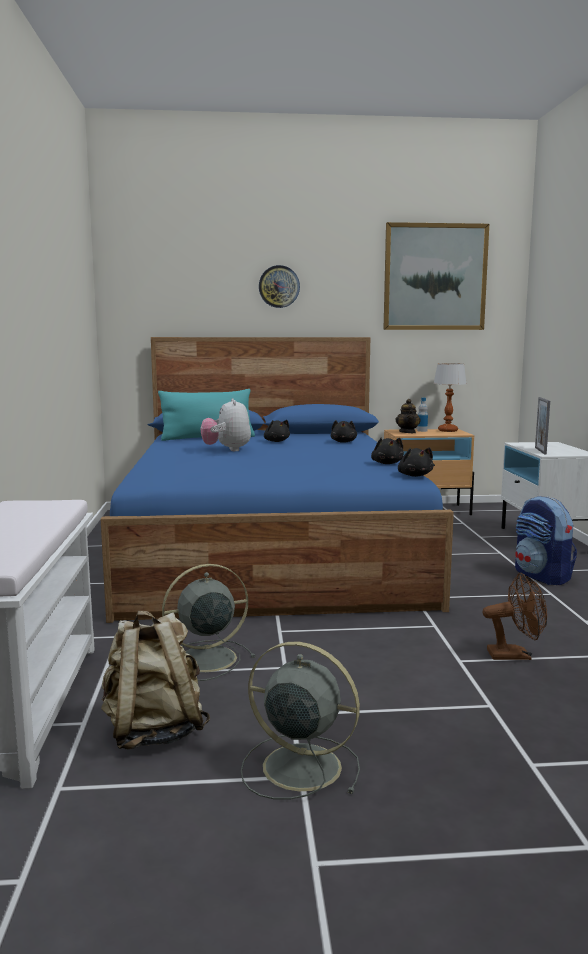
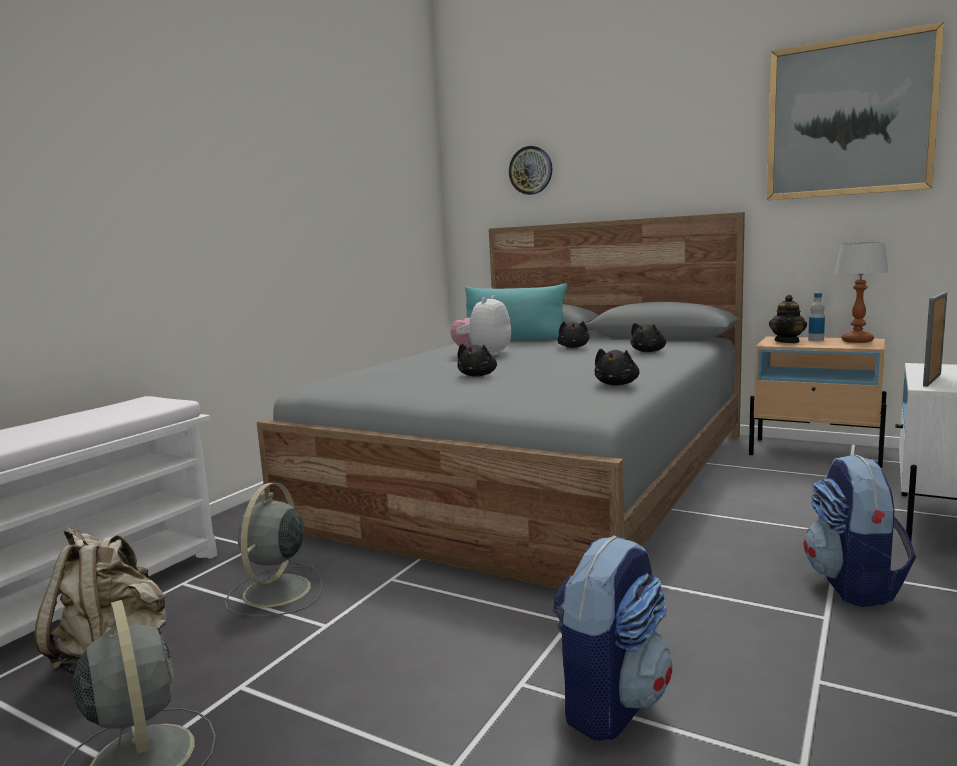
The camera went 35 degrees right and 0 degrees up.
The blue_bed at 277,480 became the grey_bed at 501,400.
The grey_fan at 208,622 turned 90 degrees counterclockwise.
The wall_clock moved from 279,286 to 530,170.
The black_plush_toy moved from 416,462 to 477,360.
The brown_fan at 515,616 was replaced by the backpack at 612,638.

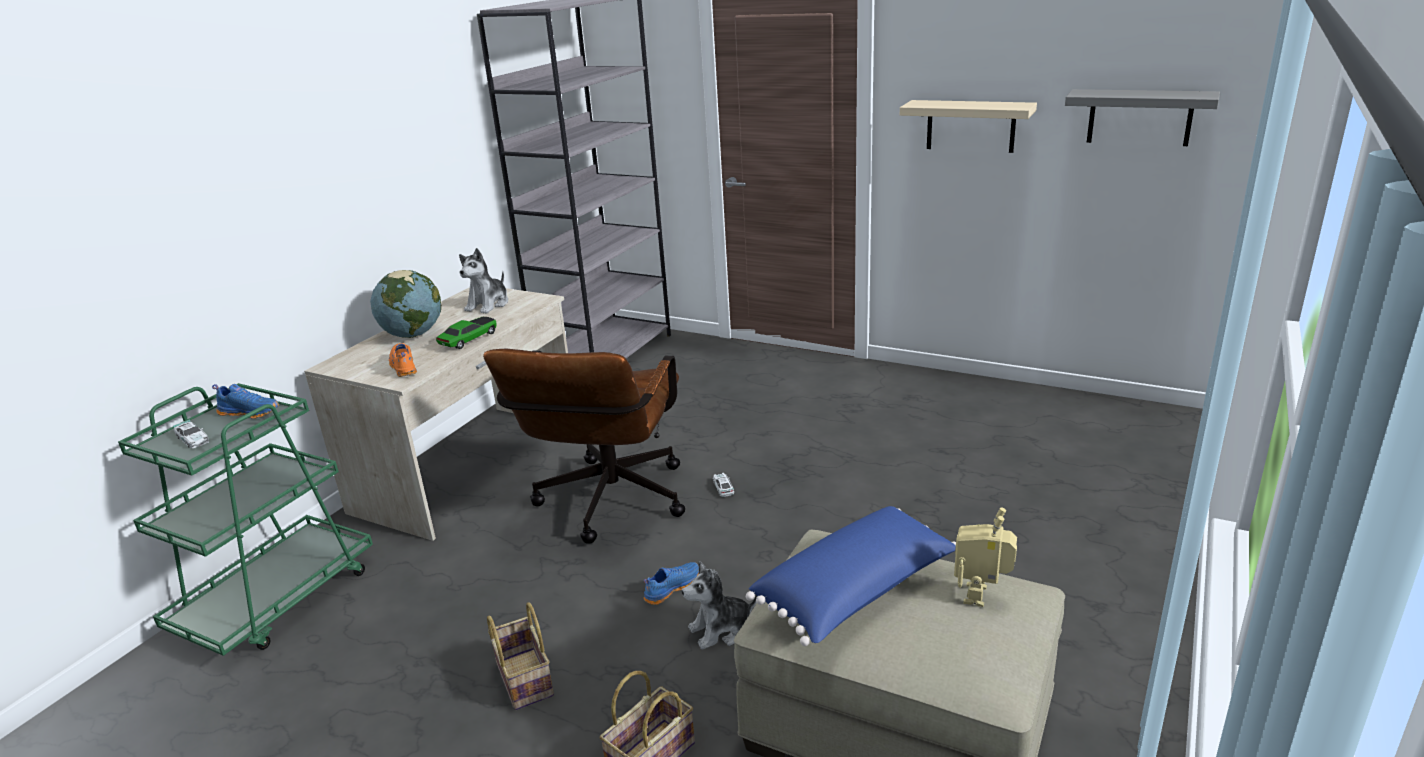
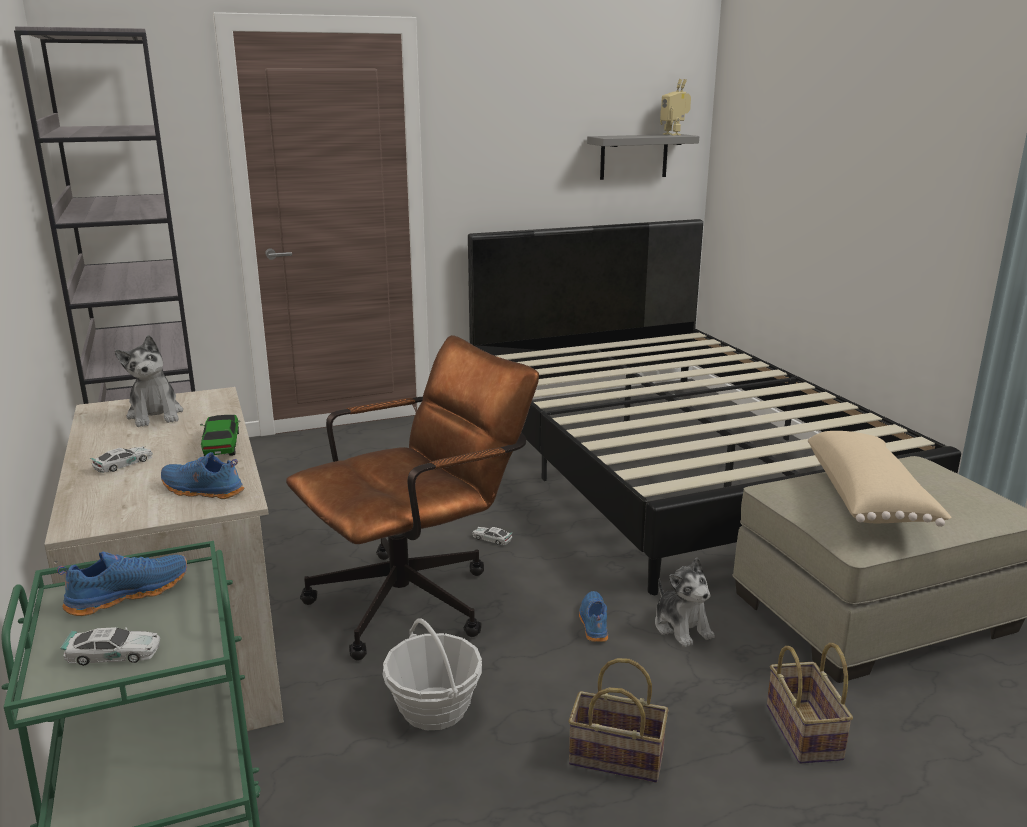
The camera went 50 degrees left and 5 degrees down.
The globe at 405,304 was replaced by the toy_car at 121,459.
The orange_shoe at 403,360 became the blue_shoe at 202,475.
The brown_office_chair at 584,446 turned 90 degrees counterclockwise.
The plush_toy at 720,605 turned 45 degrees counterclockwise.
The blue_pillow at 851,576 became the beige_pillow at 879,479.
The beige_shelf at 968,126 disappeared.
The toy_robot moved from 985,557 to 675,107.
The basket at 432,674 appeared.
The black_bed at 714,407 appeared.

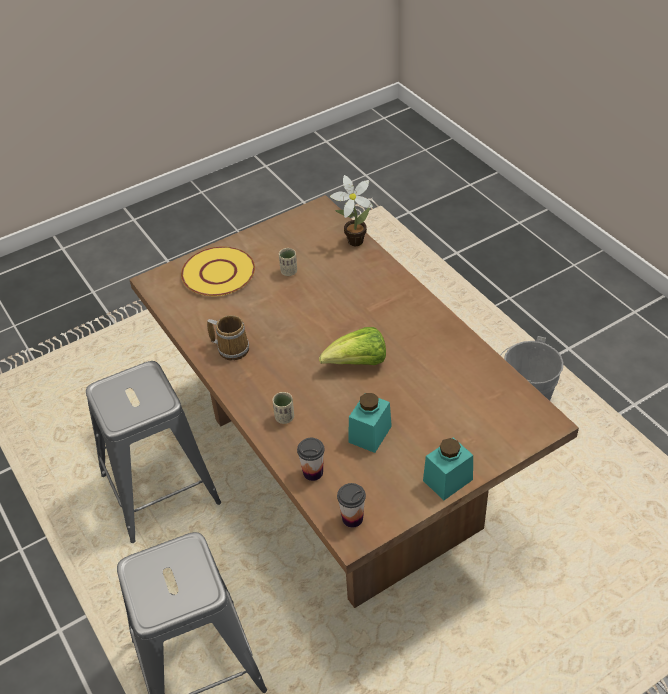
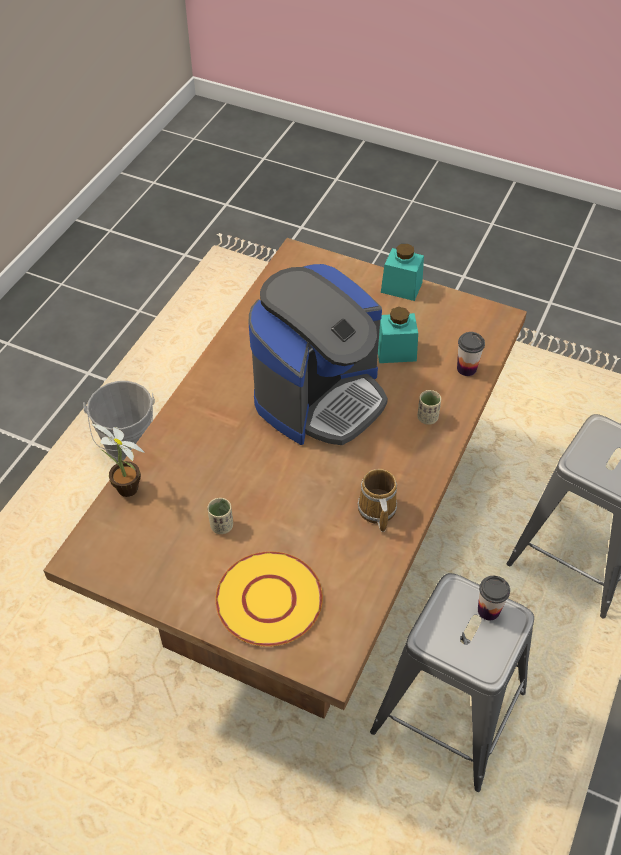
The camera went 125 degrees left and 5 degrees up.
The lettuce at 352,346 was replaced by the coffee_machine at 318,354.
The cup moved from 351,505 to 494,598.

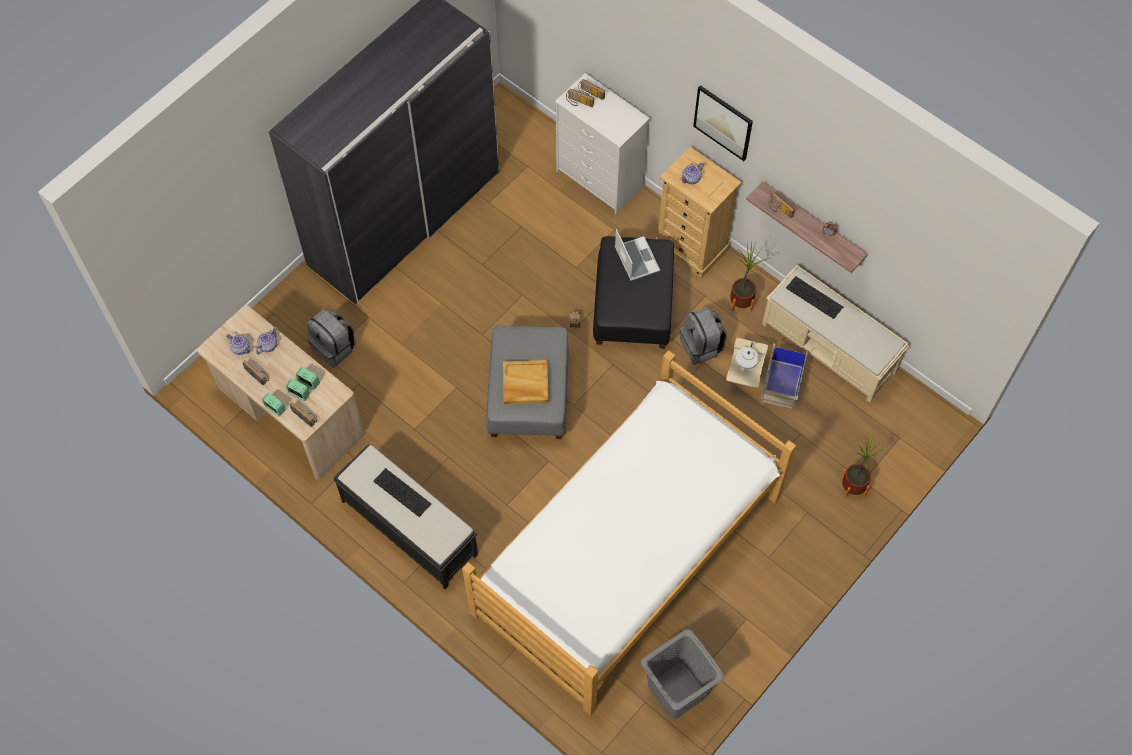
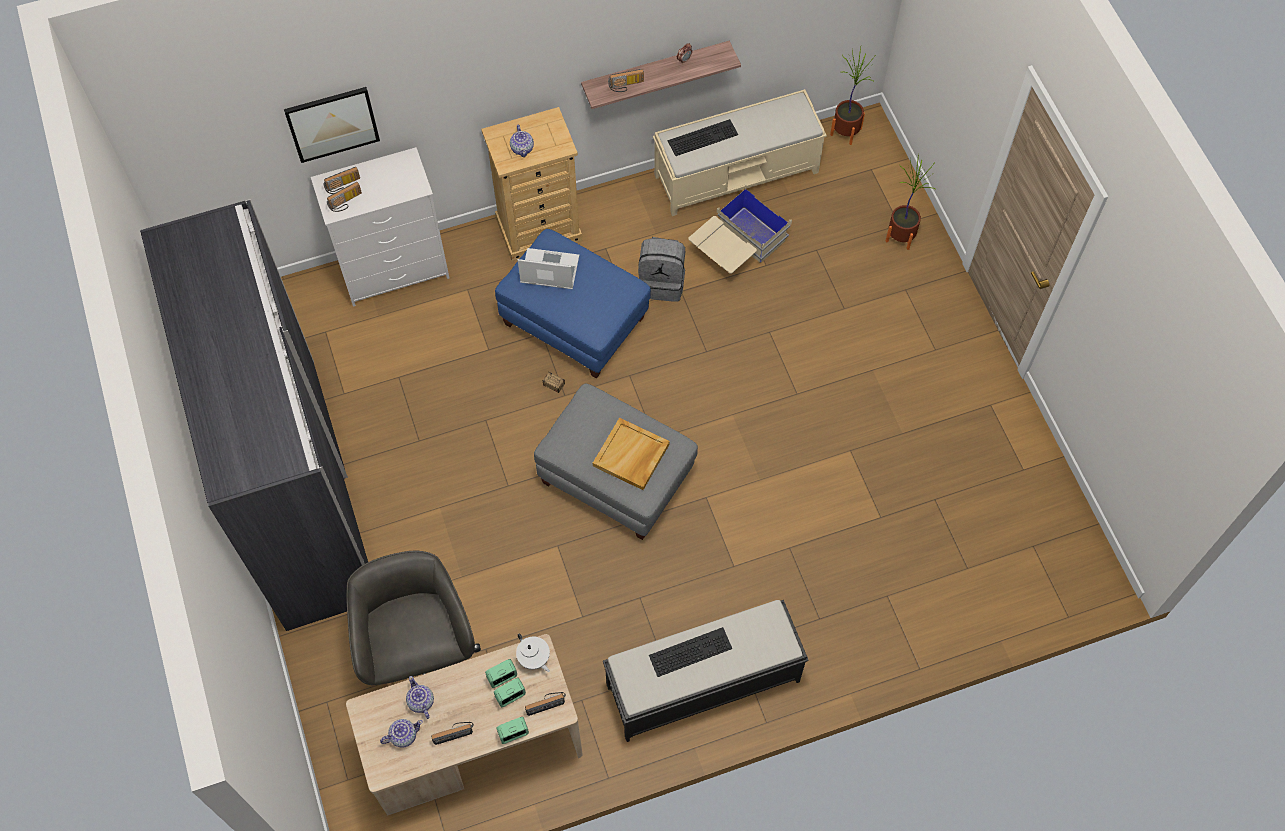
The camera went 60 degrees left and 0 degrees up.
The grey_backpack at 331,338 was replaced by the grey_office_chair at 413,618.
The bed at 629,533 disappeared.
The black_ottoman at 633,292 became the blue_ottoman at 573,304.
The grey_laundry_basket at 682,674 disappeared.
The picture moved from 723,123 to 332,125.
The potted_plant moved from 749,277 to 852,96.
The white_teapot moved from 747,357 to 533,653.

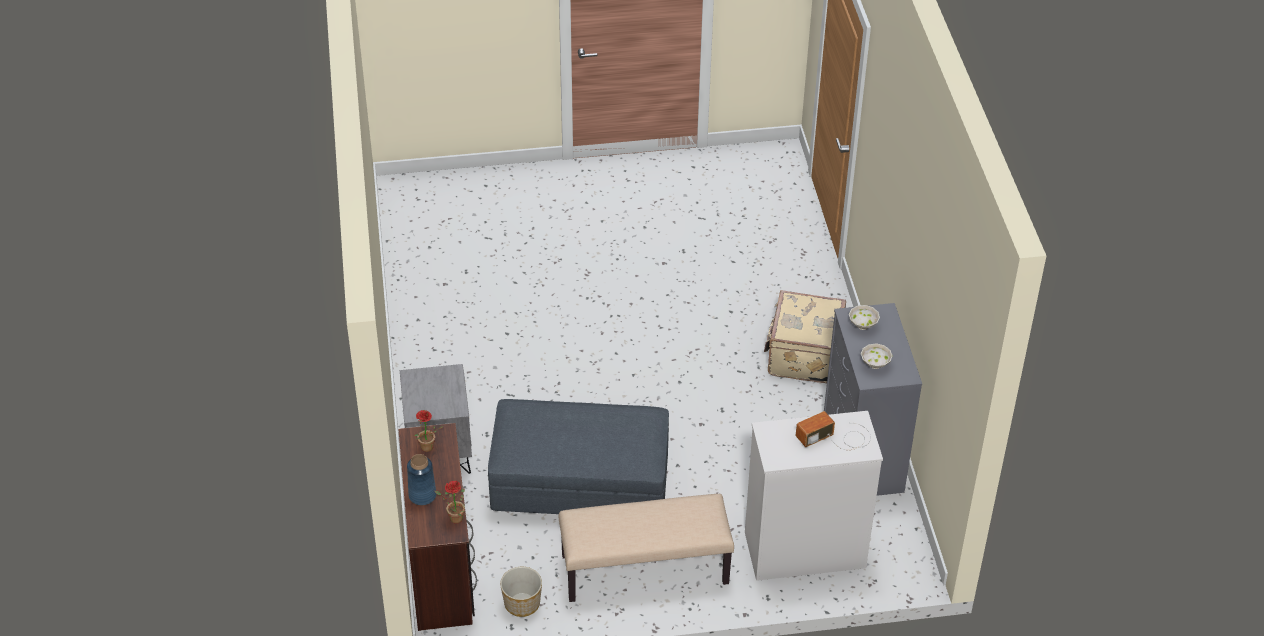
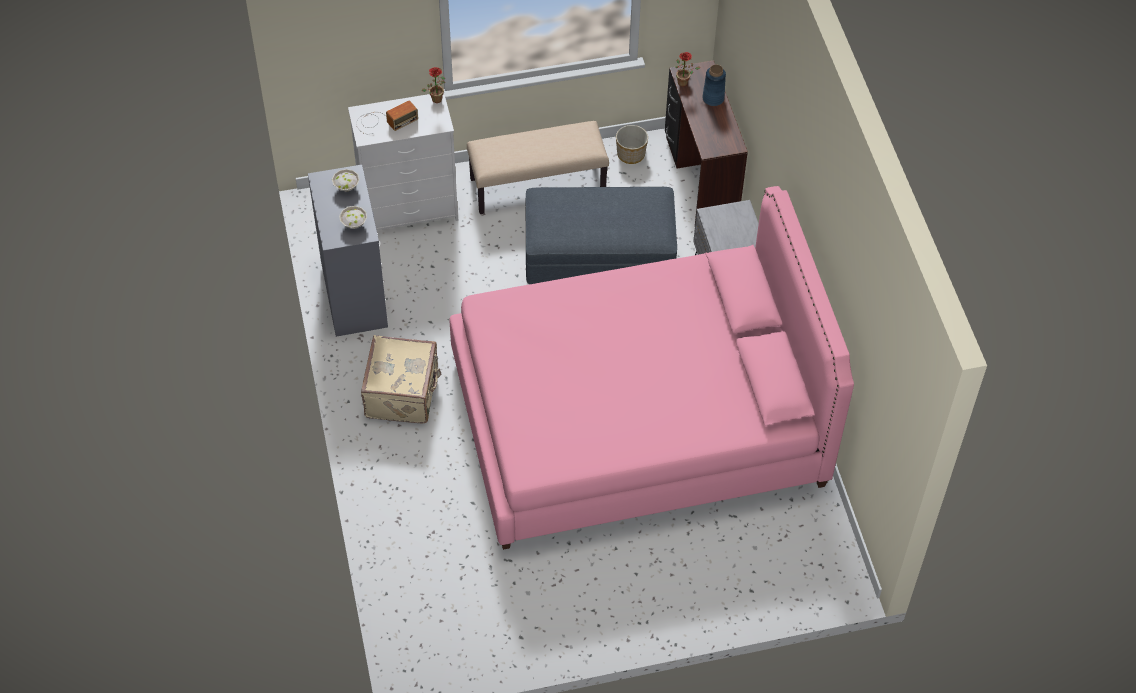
The camera went 175 degrees right and 10 degrees up.
The potted_plant moved from 428,431 to 433,85.
The pink_bed at 651,368 appeared.

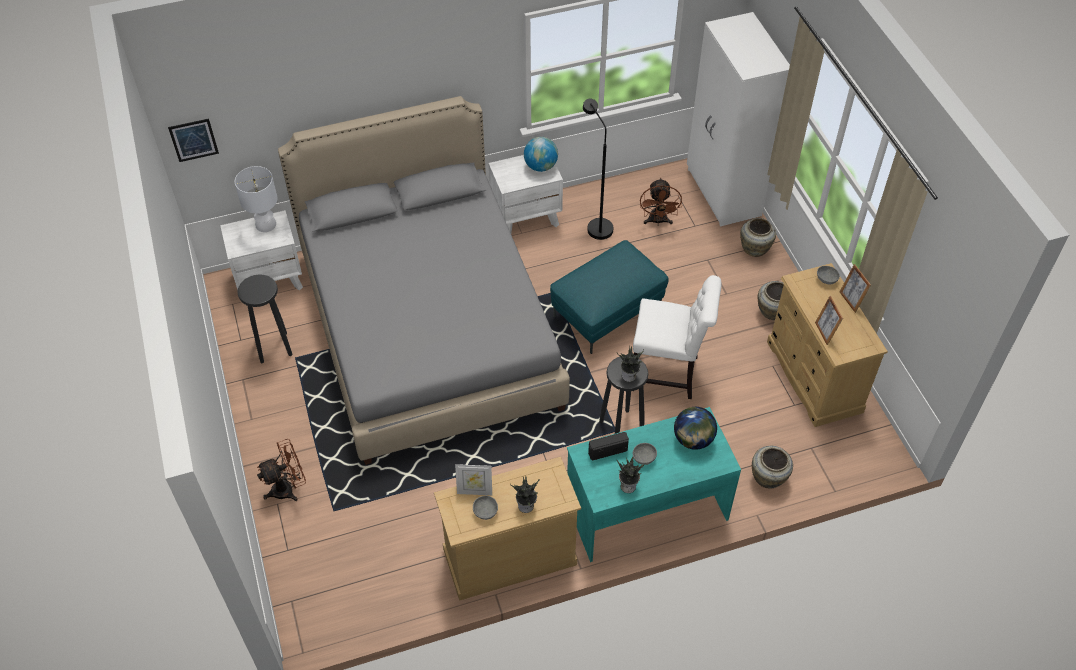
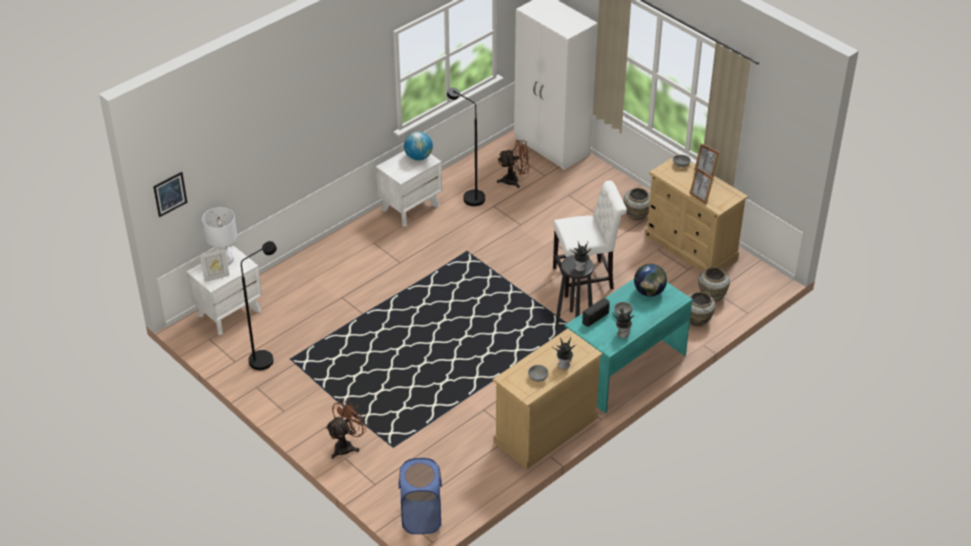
The camera went 25 degrees left and 10 degrees down.
The black_stool at 265,318 was replaced by the black_floor_lamp at 259,305.
The grey_bed at 424,280 disappeared.
The picture_frame moved from 473,479 to 215,265.
The turquoise_ottoman at 609,297 disappeared.
The brown_fan at 661,202 turned 75 degrees counterclockwise.
The beige_vase moved from 758,237 to 714,284.
The blue_laundry_basket at 420,496 appeared.

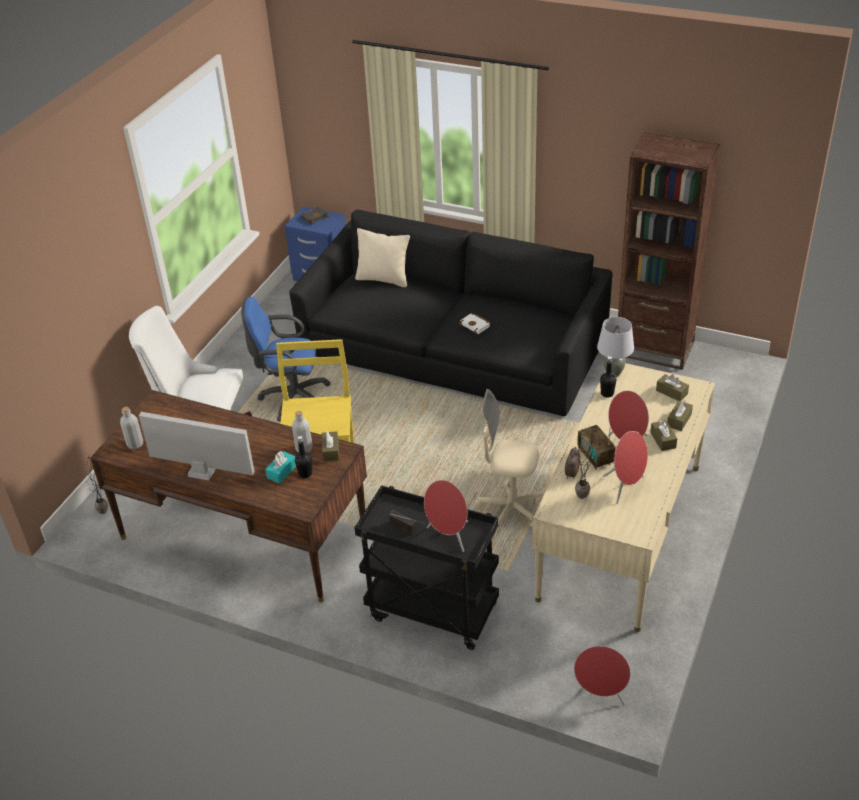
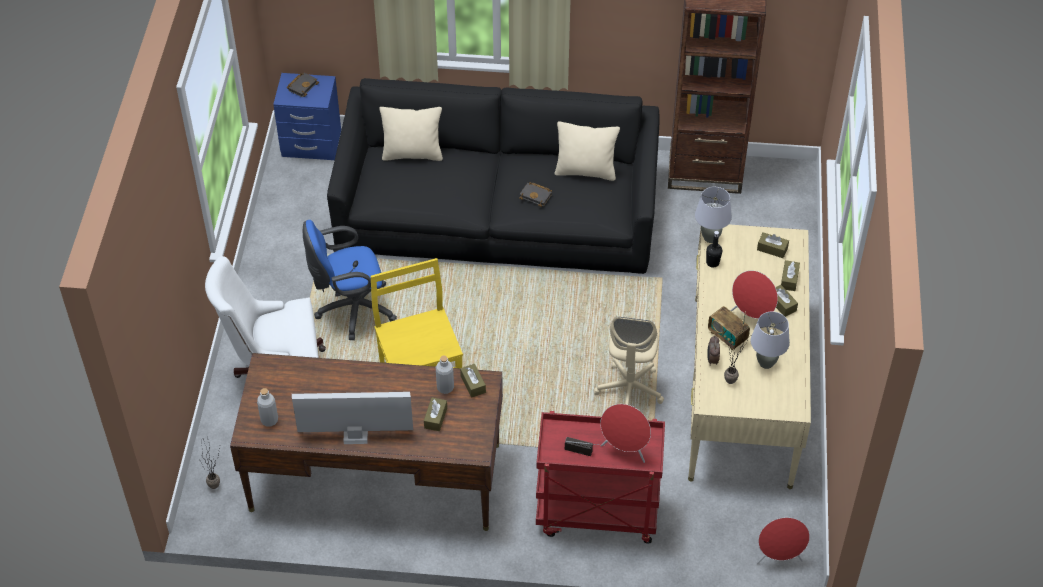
The camera went 20 degrees left and 10 degrees up.
The turquoise_tissue_box at 280,467 became the brown_tissue_box at 435,414.
The black_bottle at 303,457 disappeared.
The black_cart at 426,567 became the red_cart at 600,477.
The white_book at 475,323 became the black_book at 535,194.
The beige_office_chair at 509,461 turned 75 degrees counterclockwise.
The red_speaker at 625,467 was replaced by the grey_table_lamp at 770,340.
The beige_pillow at 587,151 appeared.

